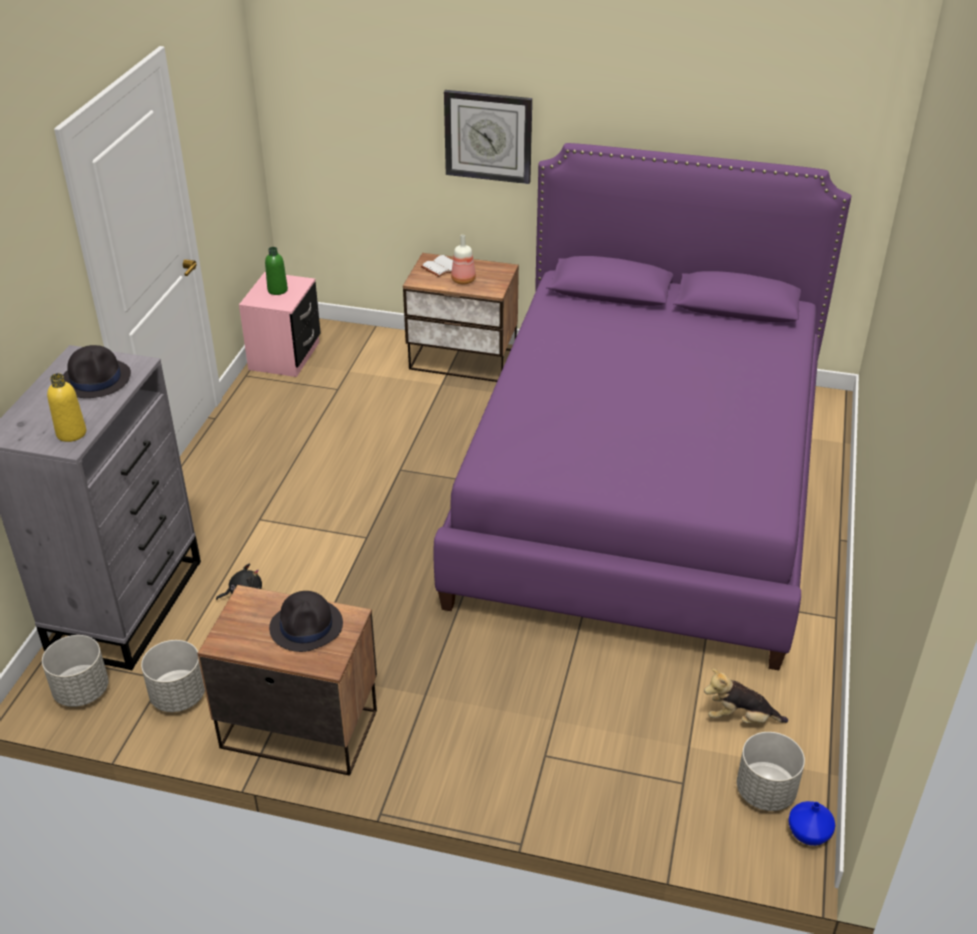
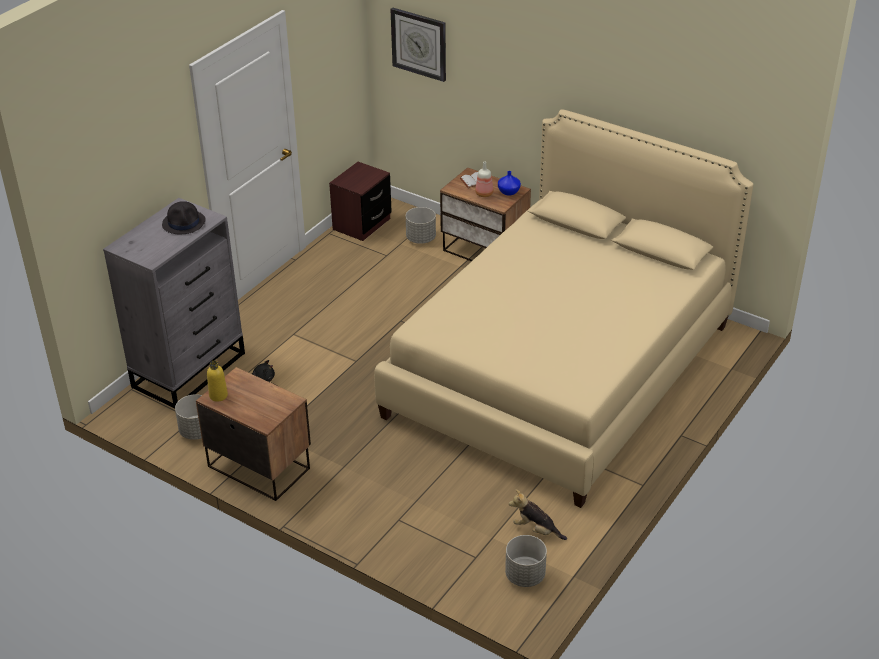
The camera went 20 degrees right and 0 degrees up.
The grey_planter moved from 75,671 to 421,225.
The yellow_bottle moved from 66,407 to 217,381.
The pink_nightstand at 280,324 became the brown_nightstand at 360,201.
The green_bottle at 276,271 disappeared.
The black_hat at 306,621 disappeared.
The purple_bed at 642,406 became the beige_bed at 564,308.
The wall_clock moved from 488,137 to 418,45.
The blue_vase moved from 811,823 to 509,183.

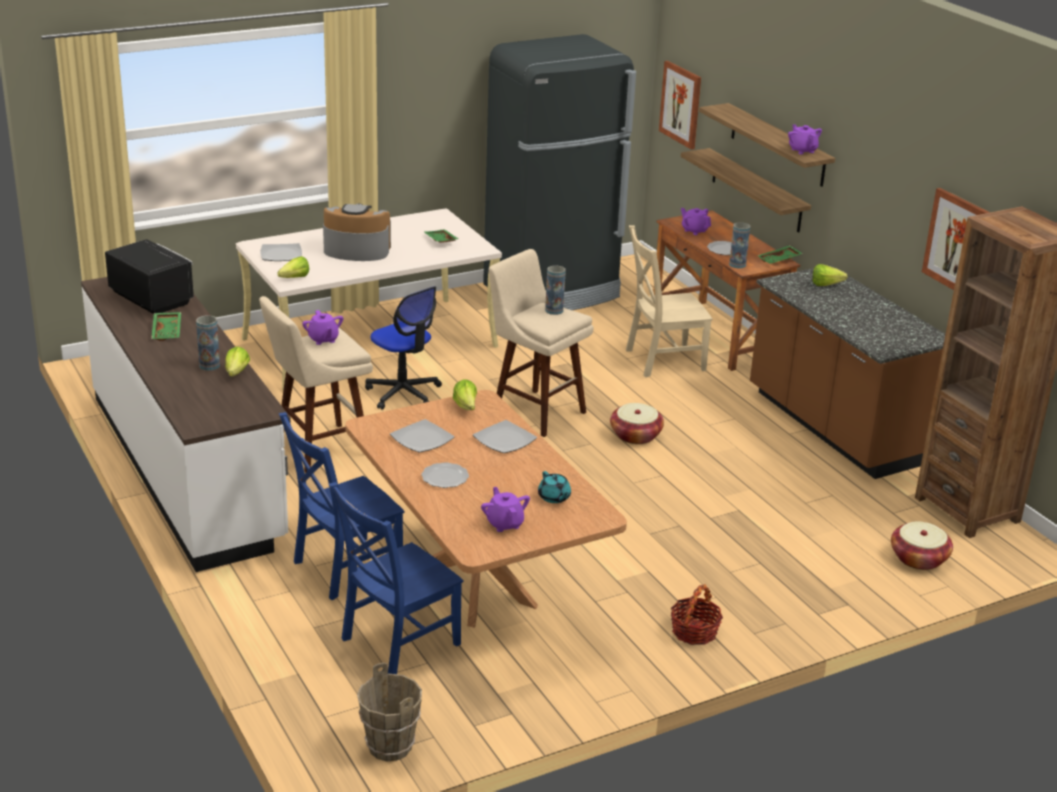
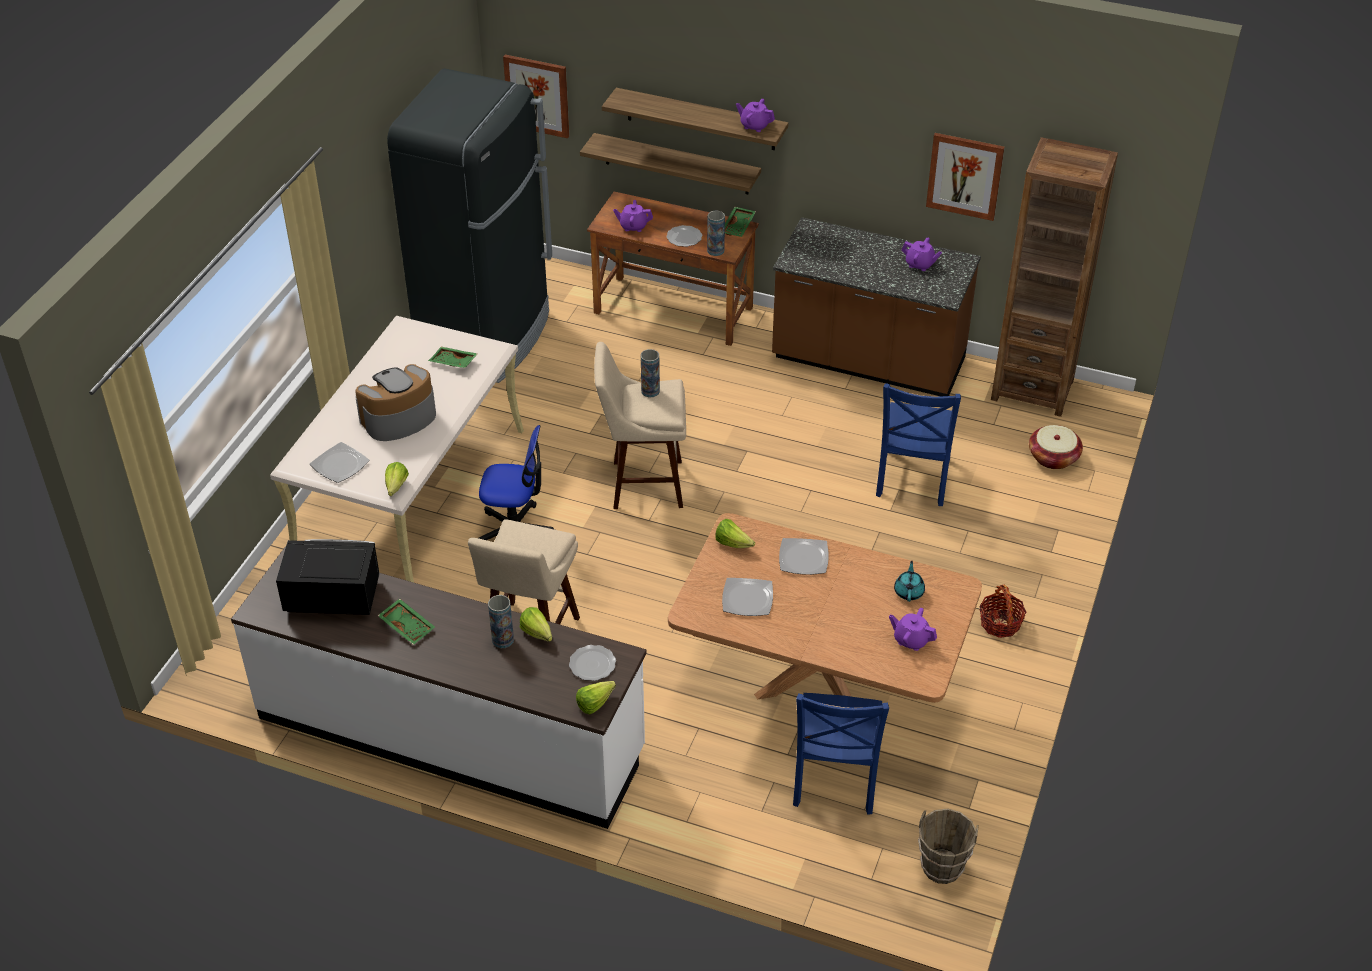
The camera went 40 degrees left and 15 degrees up.
The blue_chair moved from 341,506 to 918,444.
The purple_teapot moved from 322,327 to 922,254.
The plate moved from 445,475 to 592,663.
The turquoise_teapot at 554,487 turned 105 degrees counterclockwise.
The basket at 637,423 disappeared.
The beige_chair at 669,301 disappeared.
The lettuce moved from 830,275 to 596,697.

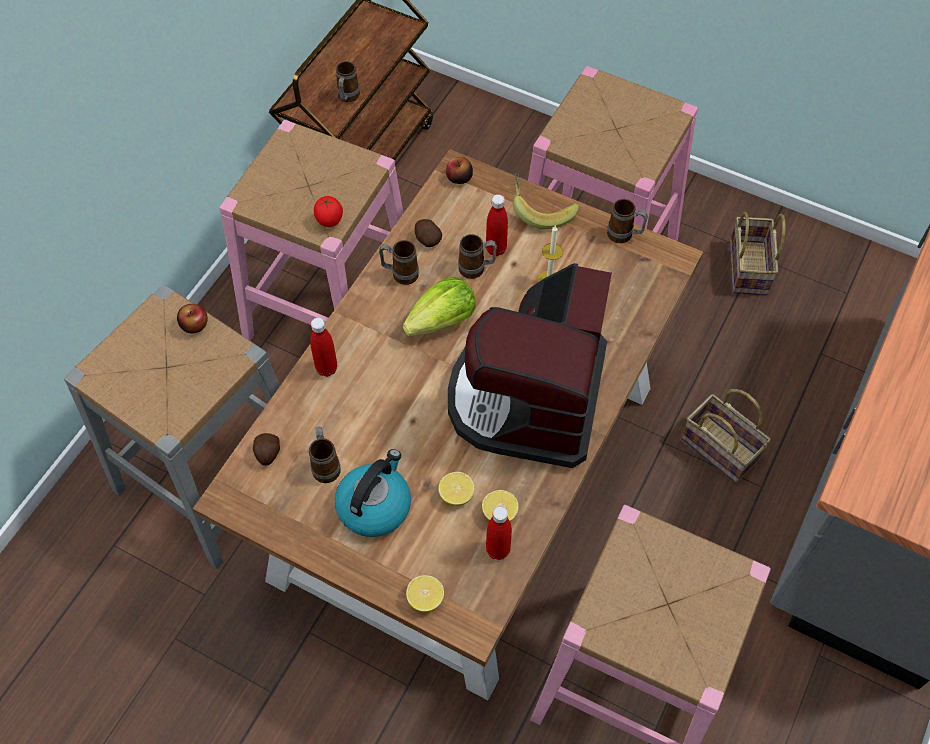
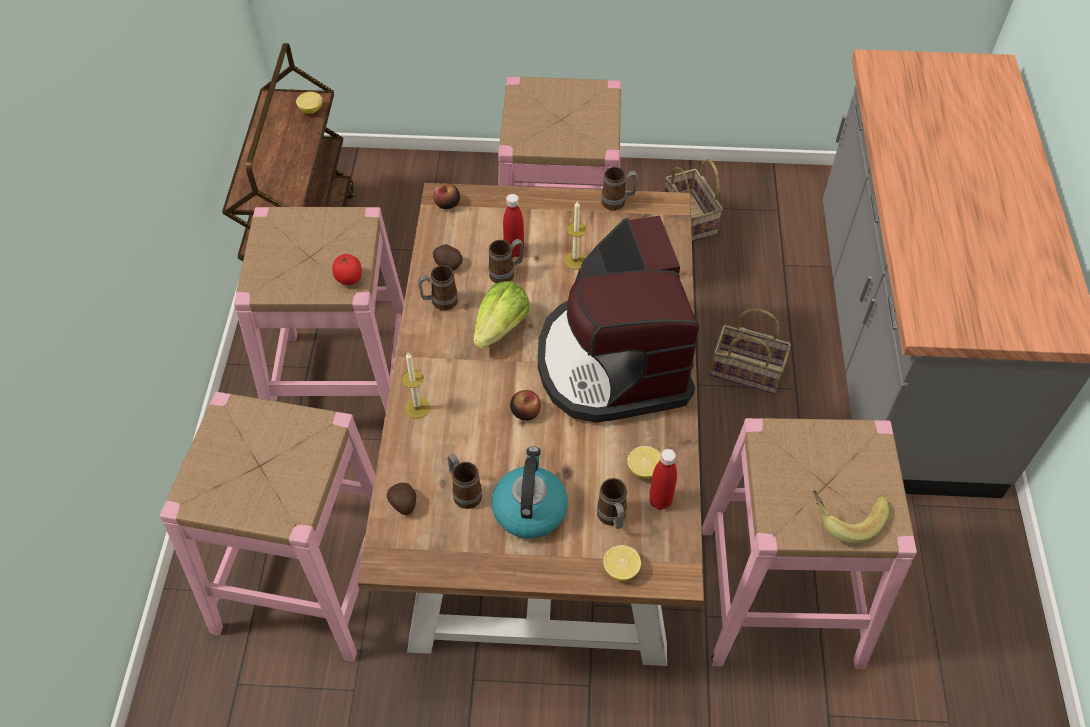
The camera went 25 degrees left and 5 degrees down.
The grey_stool at 172,426 became the pink_stool at 267,527.
The apple moved from 192,319 to 525,405.
The red_bottle at 323,347 was replaced by the candle at 415,386.
The mug moved from 348,81 to 612,503.
The lemon moved from 456,489 to 309,103.
The banana moved from 546,201 to 851,517.

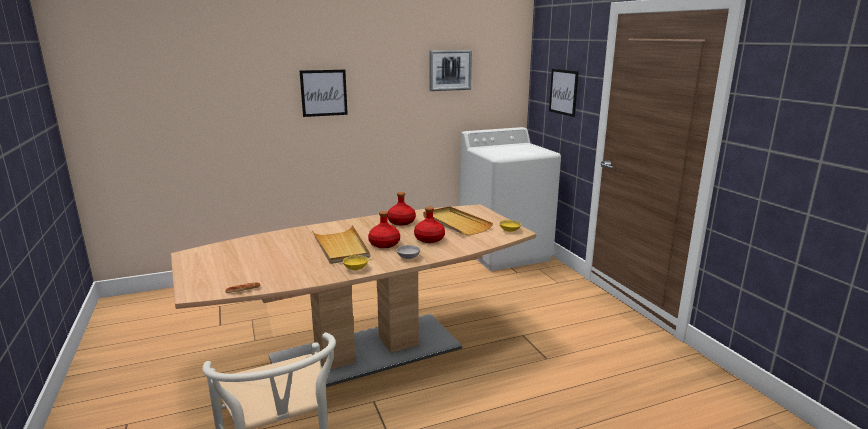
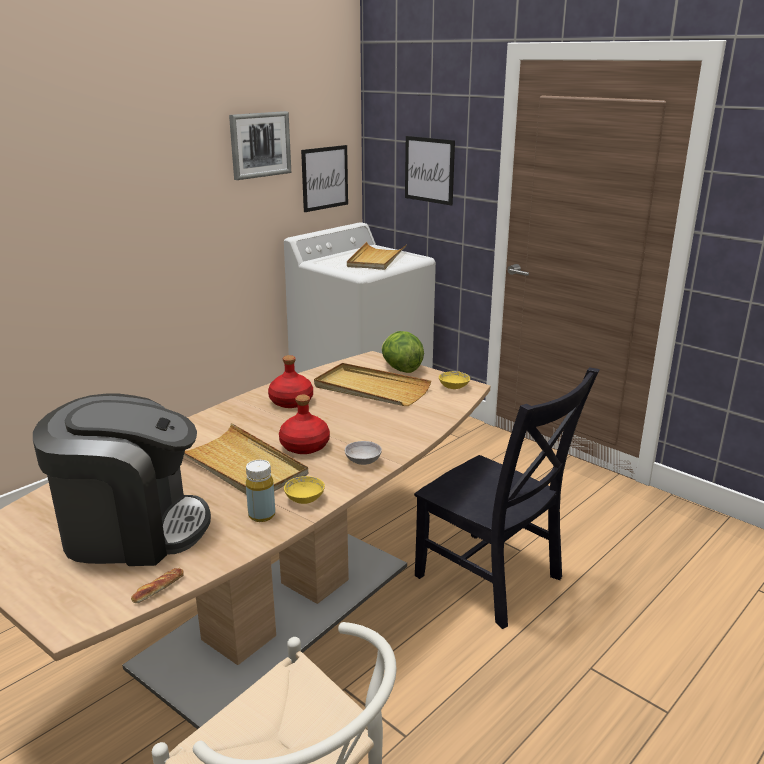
The camera went 25 degrees left and 5 degrees up.
The picture moved from 324,93 to 324,178.
The red_bottle at 429,225 disappeared.
The coffee_machine at 122,479 appeared.
The yellow_bottle at 260,491 appeared.
The beige_tray at 377,256 appeared.
The lettuce at 402,352 appeared.
The black_chair at 507,498 appeared.

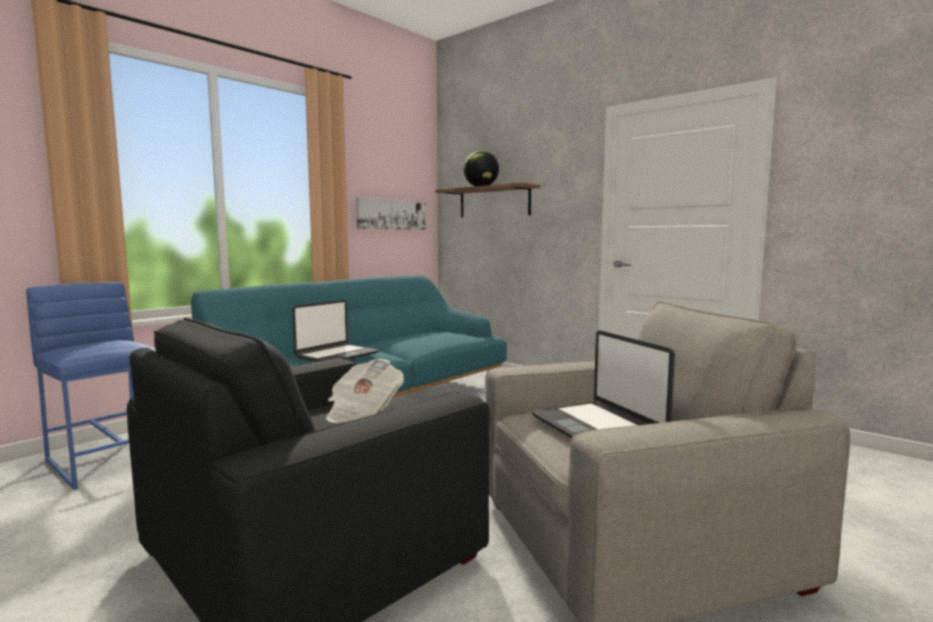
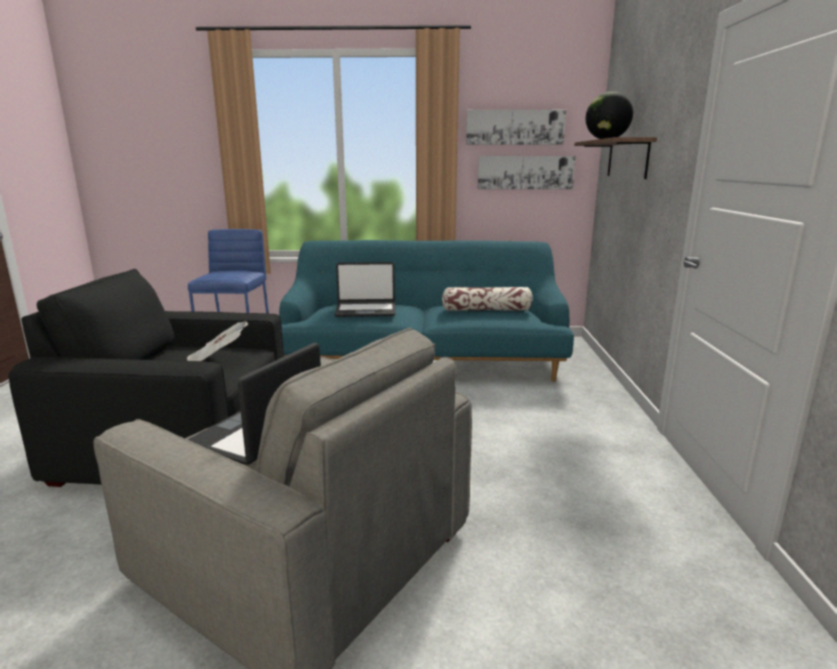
The camera went 50 degrees right and 10 degrees up.
The pillow at 487,299 appeared.
The picture at 516,127 appeared.

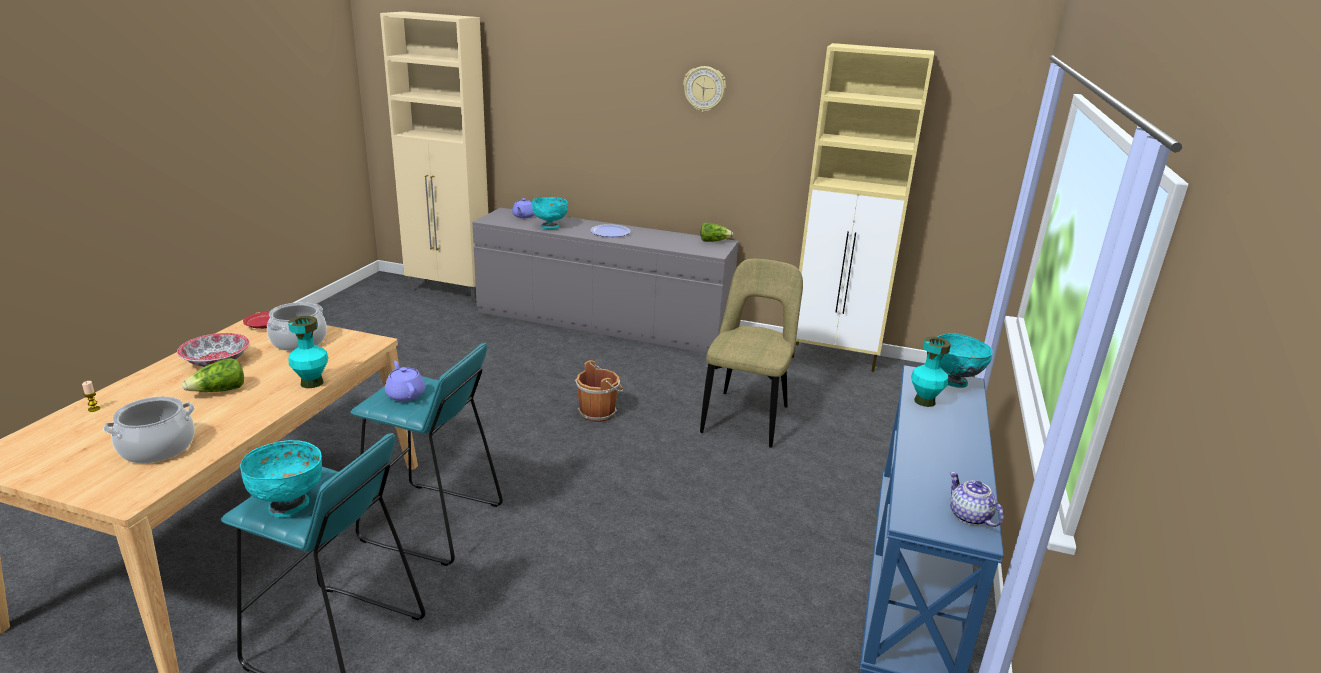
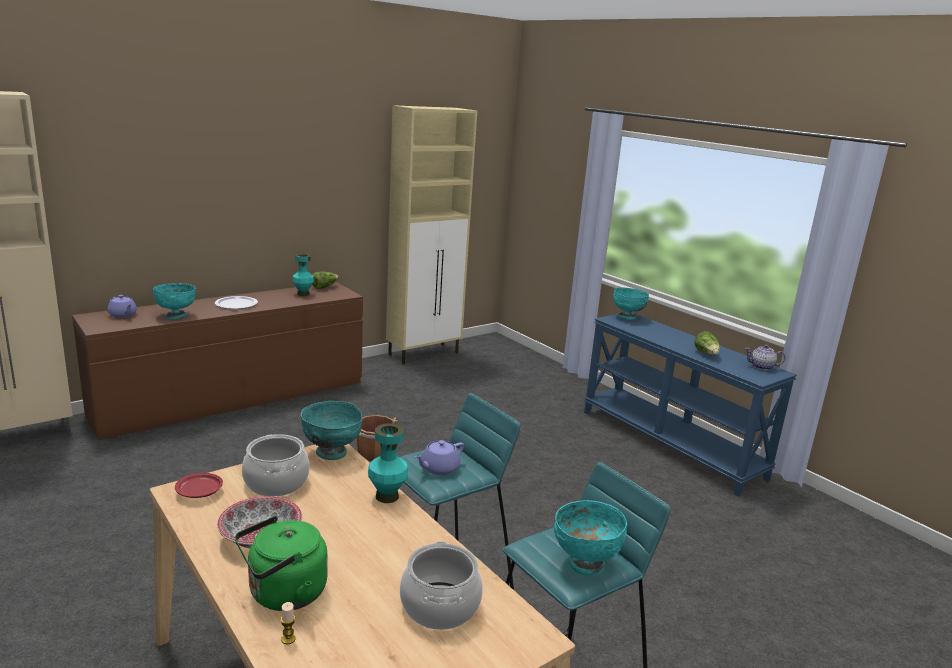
The camera went 55 degrees left and 5 degrees down.
The lettuce moved from 213,375 to 707,343.
The purple_teapot at 405,381 turned 45 degrees counterclockwise.
The grey_dresser at 605,280 became the brown_dresser at 217,361.
The wall_clock at 704,89 disappeared.
The beige_chair at 751,353 disappeared.
The turquoise_vase moved from 931,371 to 303,275.
The green_kettle at 281,563 appeared.
The turquoise_bowl at 331,430 appeared.

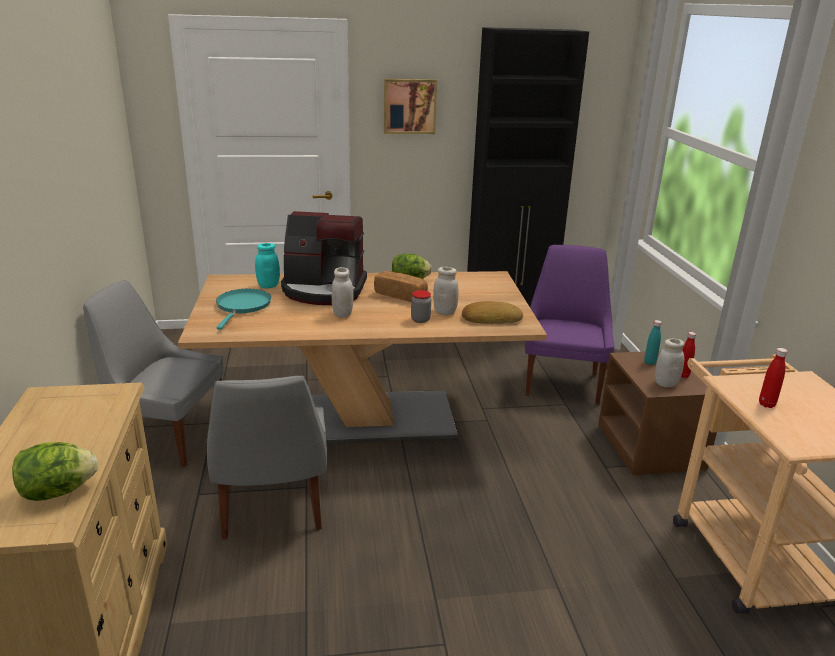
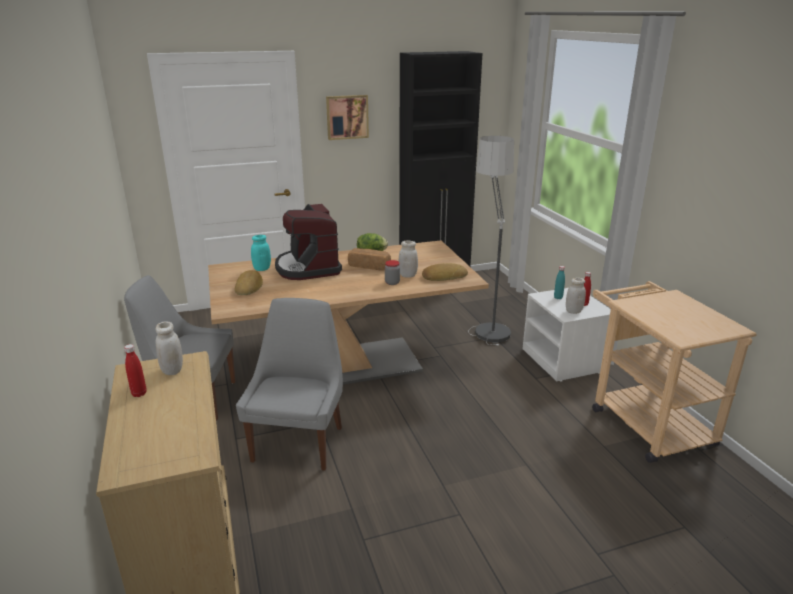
The camera went 10 degrees left and 0 degrees up.
The lettuce at 55,471 disappeared.
The grey_chair at 267,458 turned 150 degrees counterclockwise.
The turquoise_frying_pan at 243,309 was replaced by the bread at 248,282.
The coffee_machine at 324,258 turned 75 degrees clockwise.
The white_jar moved from 343,292 to 169,348.
The purple_chair at 569,325 was replaced by the floor_lamp at 491,241.
The brown_nightstand at 657,413 became the white_nightstand at 566,335.
The red_bottle moved from 773,378 to 135,370.

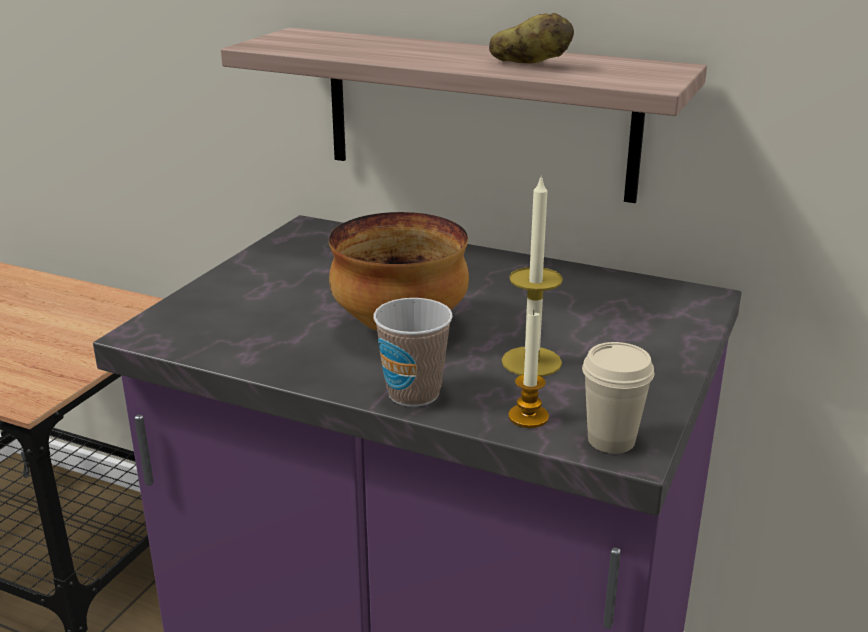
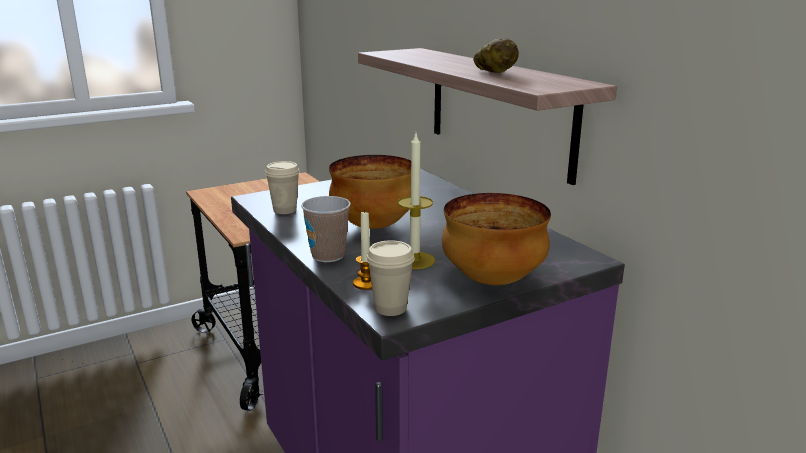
The camera went 35 degrees right and 5 degrees down.
The beige_cup at 282,187 appeared.
The bowl at 496,239 appeared.

